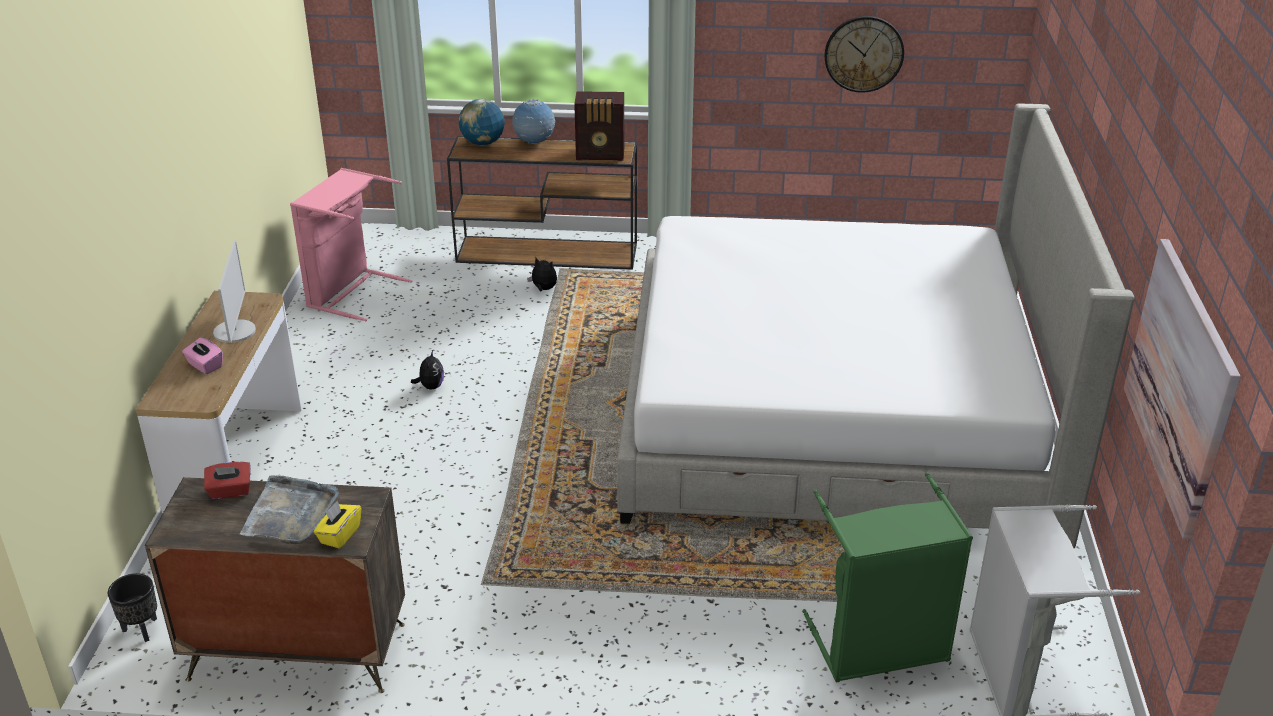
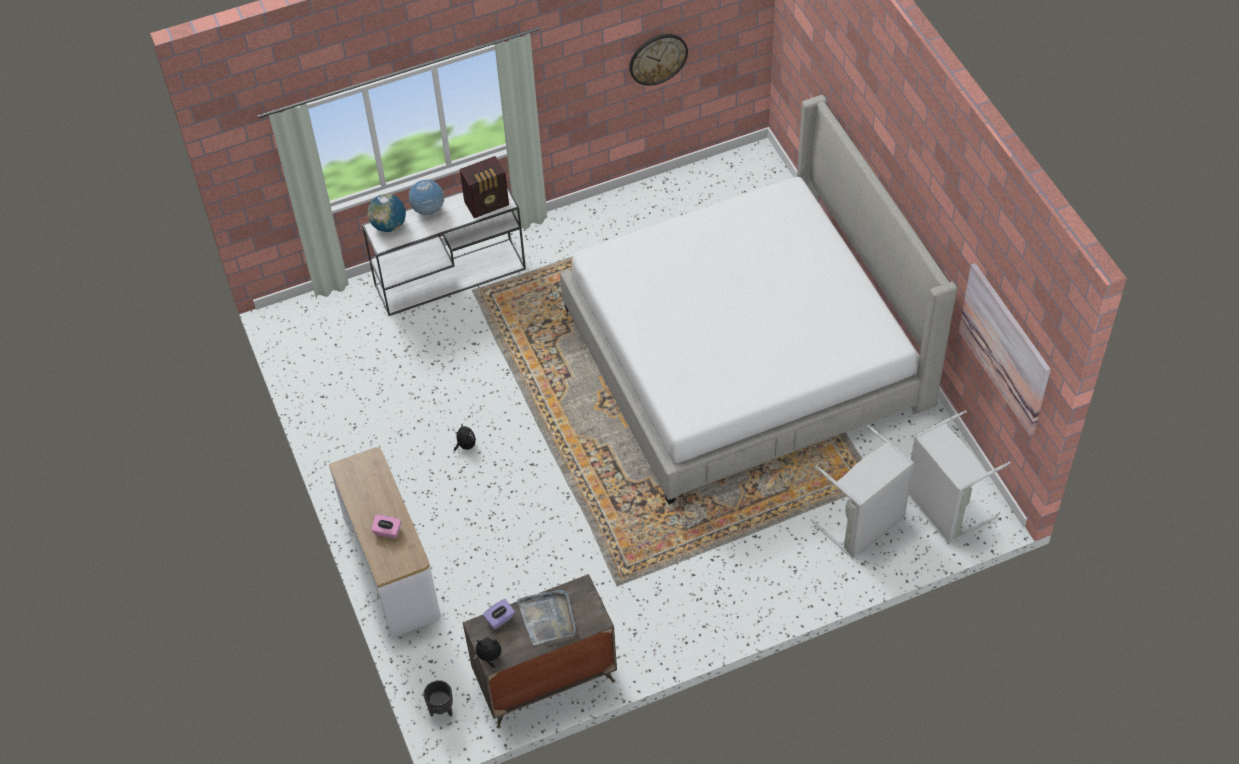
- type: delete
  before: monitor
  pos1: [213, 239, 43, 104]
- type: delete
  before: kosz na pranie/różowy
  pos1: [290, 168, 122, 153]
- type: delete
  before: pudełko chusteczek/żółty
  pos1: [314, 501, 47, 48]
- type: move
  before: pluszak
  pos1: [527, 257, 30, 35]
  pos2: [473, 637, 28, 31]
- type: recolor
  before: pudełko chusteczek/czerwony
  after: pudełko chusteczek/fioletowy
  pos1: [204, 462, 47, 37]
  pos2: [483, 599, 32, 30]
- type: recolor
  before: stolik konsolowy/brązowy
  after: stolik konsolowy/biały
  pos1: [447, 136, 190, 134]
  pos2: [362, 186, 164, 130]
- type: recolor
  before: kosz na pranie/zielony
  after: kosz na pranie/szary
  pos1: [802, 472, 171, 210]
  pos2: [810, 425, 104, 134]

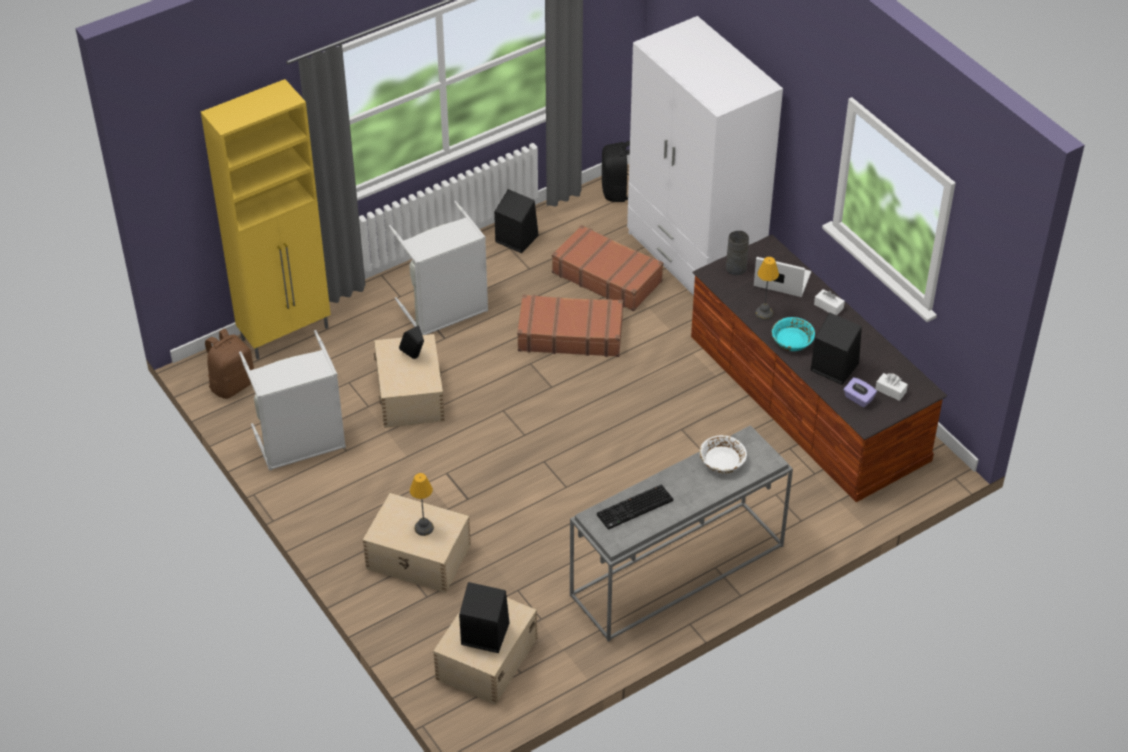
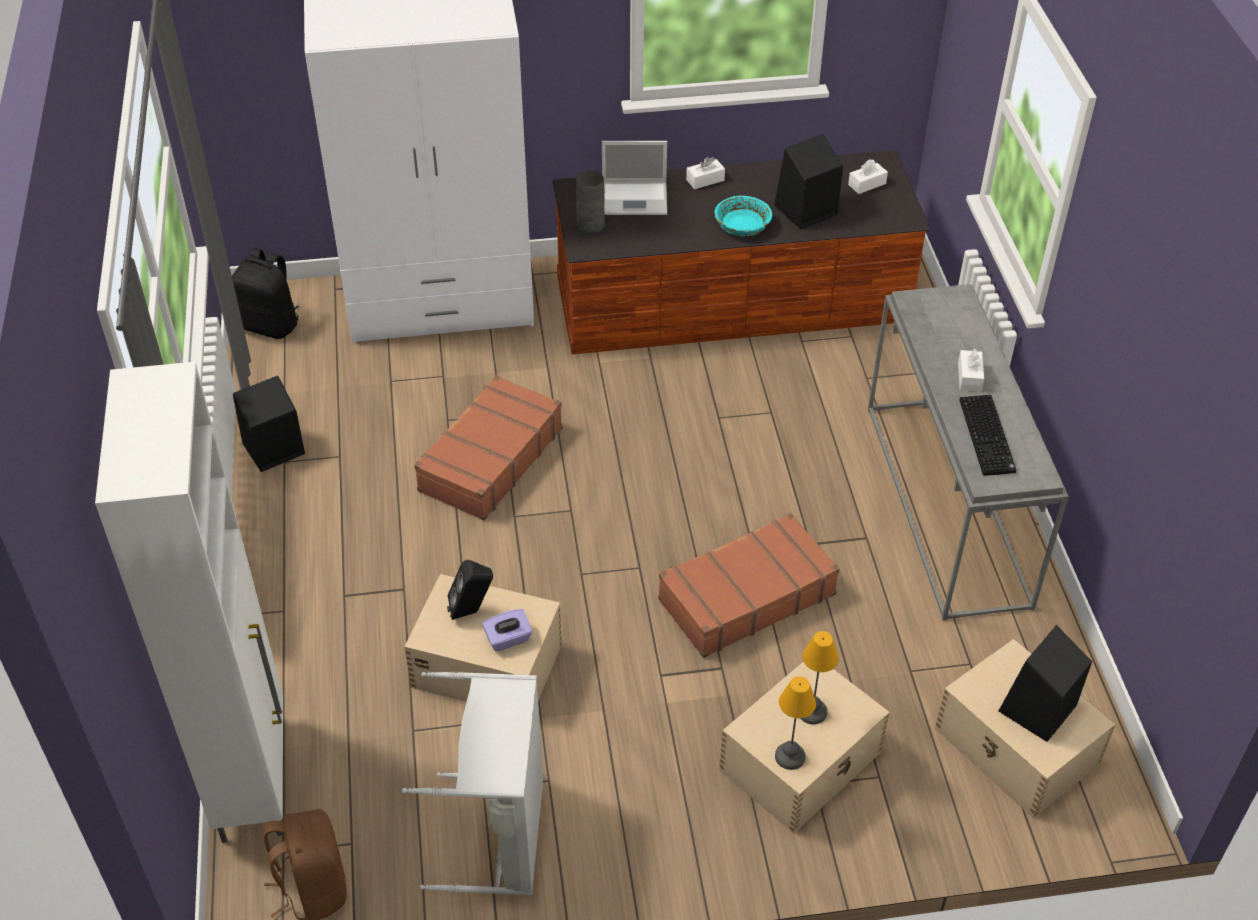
- type: delete
  before: kosz na pranie/szary
  pos1: [389, 201, 99, 134]
- type: delete
  before: miska/biały
  pos1: [699, 435, 48, 38]
- type: insert
  after: pudełko chusteczek/biały
  pos2: [958, 349, 26, 42]
- type: move
  before: walizka/brązowy
  pos1: [552, 225, 112, 86]
  pos2: [658, 513, 182, 145]
- type: move
  before: lampa stołowa
  pos1: [755, 257, 24, 63]
  pos2: [775, 676, 41, 94]
- type: move
  before: pudełko chusteczek/fioletowy
  pos1: [844, 377, 33, 31]
  pos2: [482, 609, 50, 43]
- type: recolor
  before: szafka/żółty
  after: szafka/biały
  pos1: [201, 79, 130, 281]
  pos2: [95, 362, 188, 481]
- type: rotate
  before: laptop
  pos1: [754, 257, 57, 40]
  pos2: [602, 141, 65, 74]
  turn: -135

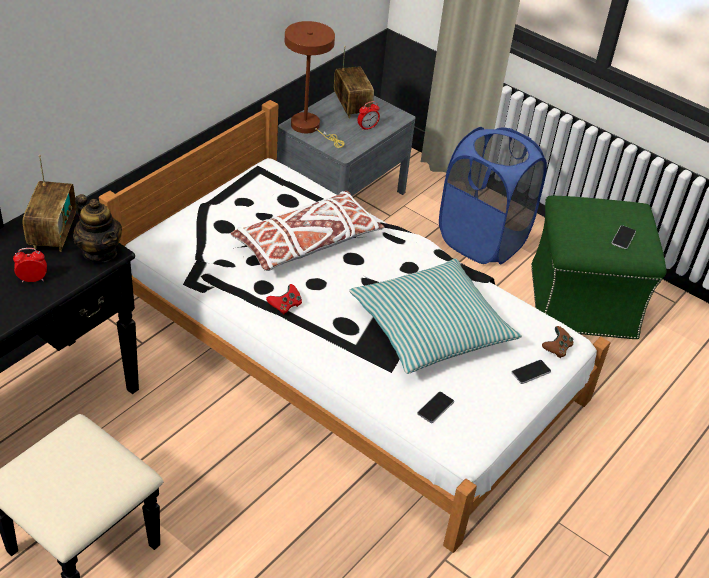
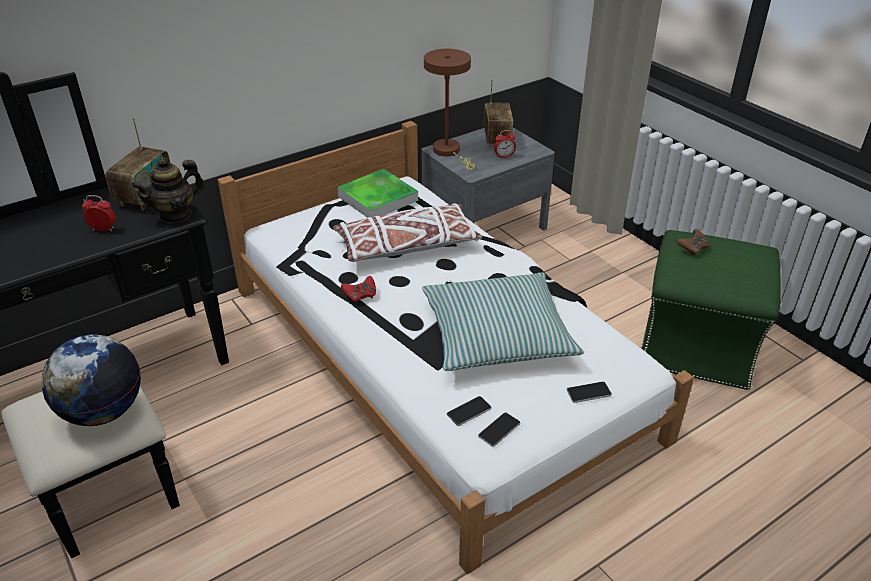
- type: delete
  before: kosz na pranie/niebieski
  pos1: [439, 127, 108, 137]
- type: insert
  after: globus
  pos2: [41, 334, 100, 92]
- type: insert
  after: taca
  pos2: [337, 169, 81, 49]
- type: move
  before: pad do gier/brązowy
  pos1: [542, 326, 31, 32]
  pos2: [676, 229, 33, 27]
- type: move
  before: telefon
  pos1: [612, 225, 24, 24]
  pos2: [478, 412, 42, 35]
- type: rotate
  before: imbryk
  pos1: [73, 194, 49, 68]
  pos2: [131, 157, 74, 67]
  turn: 75

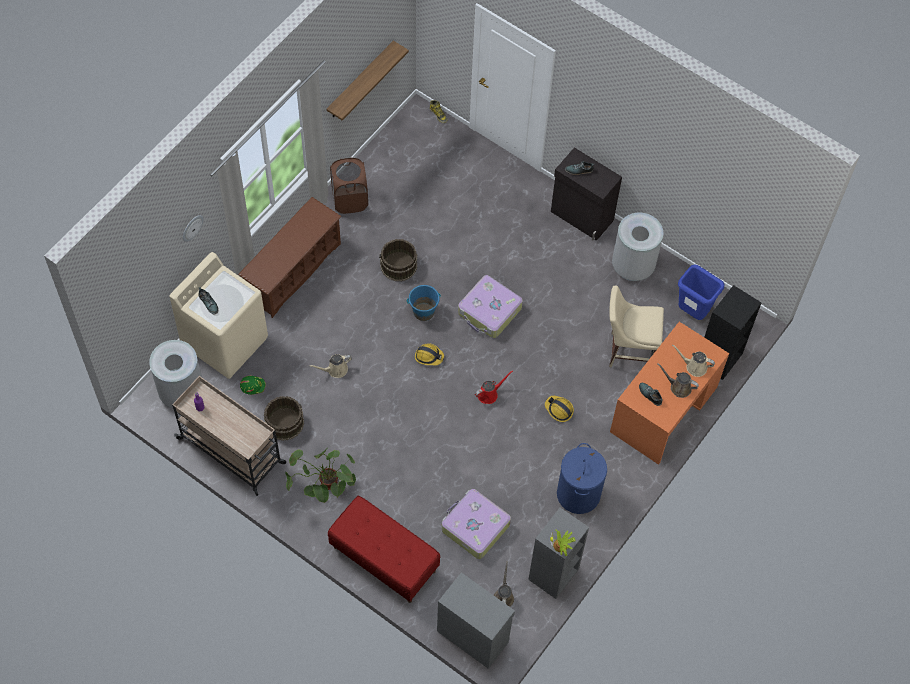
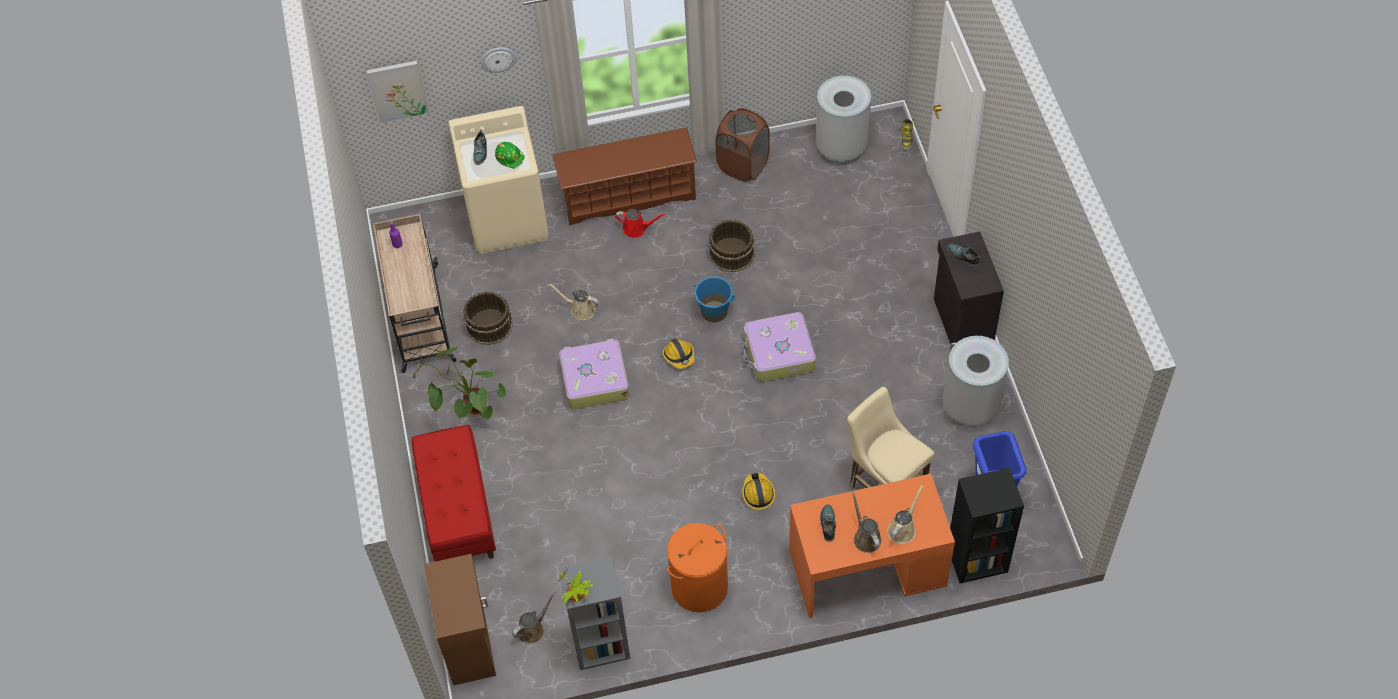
- type: delete
  before: półka
  pos1: [327, 41, 82, 80]
- type: insert
  after: obraz
  pos2: [367, 61, 62, 62]
- type: move
  before: kosz na śmieci/szary
  pos1: [149, 340, 53, 68]
  pos2: [816, 75, 55, 88]
- type: move
  before: kask/zielony
  pos1: [240, 376, 26, 19]
  pos2: [495, 142, 30, 27]
- type: move
  before: walizka
  pos1: [442, 489, 69, 70]
  pos2: [559, 339, 70, 70]
- type: move
  before: konewka/czerwony
  pos1: [475, 370, 38, 34]
  pos2: [615, 209, 51, 29]
- type: recolor
  before: szafka/szary
  after: szafka/brązowy
  pos1: [437, 572, 78, 97]
  pos2: [424, 554, 72, 131]
- type: recolor
  before: kosz na pranie/niebieski
  after: kosz na pranie/pomarańczowy
  pos1: [557, 443, 50, 71]
  pos2: [667, 523, 61, 89]
- type: rotate
  before: konewka/beżowy
  pos1: [672, 345, 43, 32]
  pos2: [887, 485, 37, 59]
  turn: 60

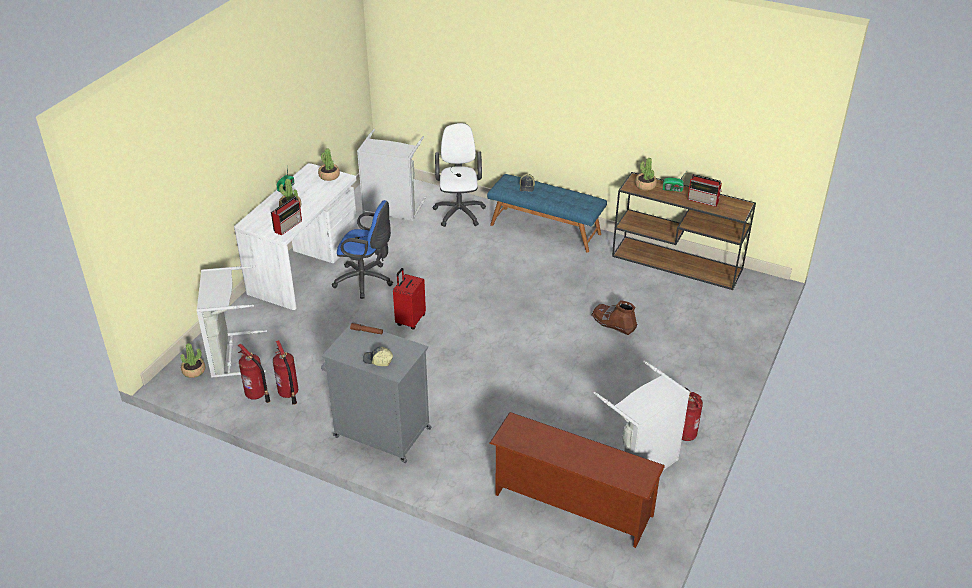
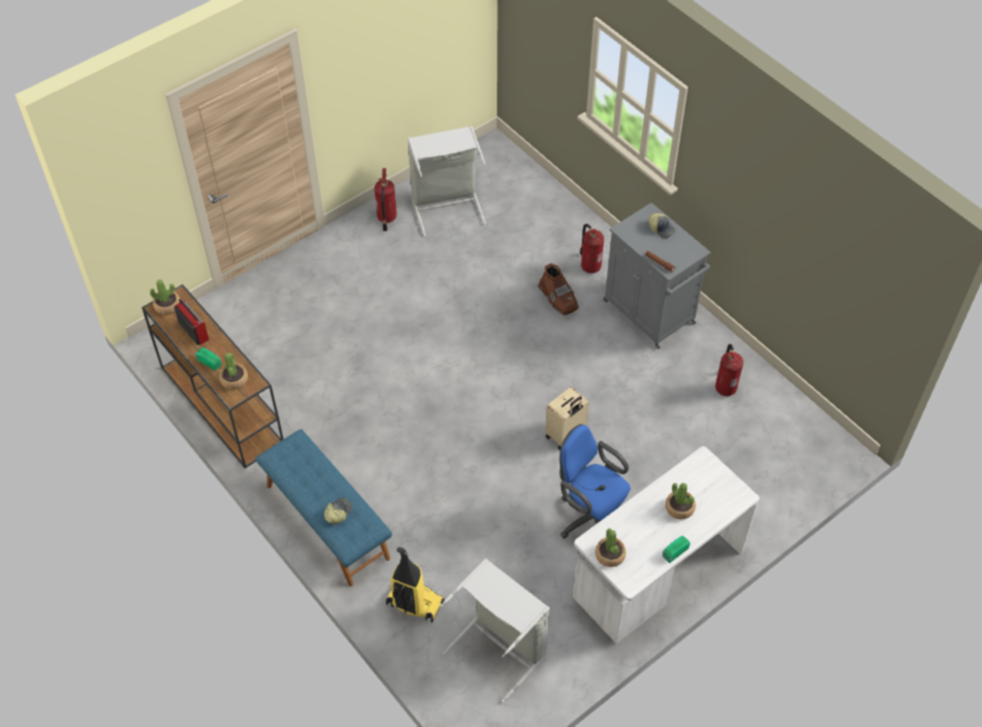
- type: delete
  before: kosz na pranie/szary
  pos1: [196, 266, 71, 112]
- type: delete
  before: radio
  pos1: [271, 196, 31, 39]
- type: delete
  before: regał na buty/brązowy
  pos1: [489, 412, 176, 136]
- type: move
  before: roślina doniczkowa
  pos1: [181, 343, 24, 35]
  pos2: [150, 279, 30, 36]
- type: move
  before: gaśnica
  pos1: [238, 343, 32, 60]
  pos2: [580, 224, 24, 49]
- type: move
  before: but z cholewką/brązowy
  pos1: [591, 300, 46, 35]
  pos2: [538, 263, 41, 52]
- type: replace
  before: krzesło biurowe/biały
  after: odkurzacz
  pos1: [433, 123, 53, 104]
  pos2: [386, 547, 58, 76]
- type: recolor
  before: walizka/czerwony
  after: walizka/beżowy
  pos1: [393, 268, 33, 62]
  pos2: [545, 387, 44, 63]

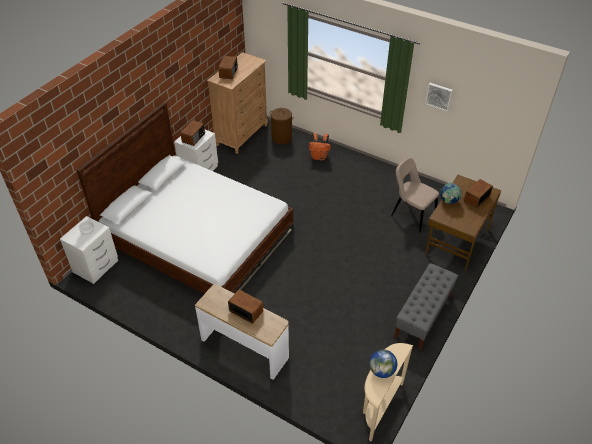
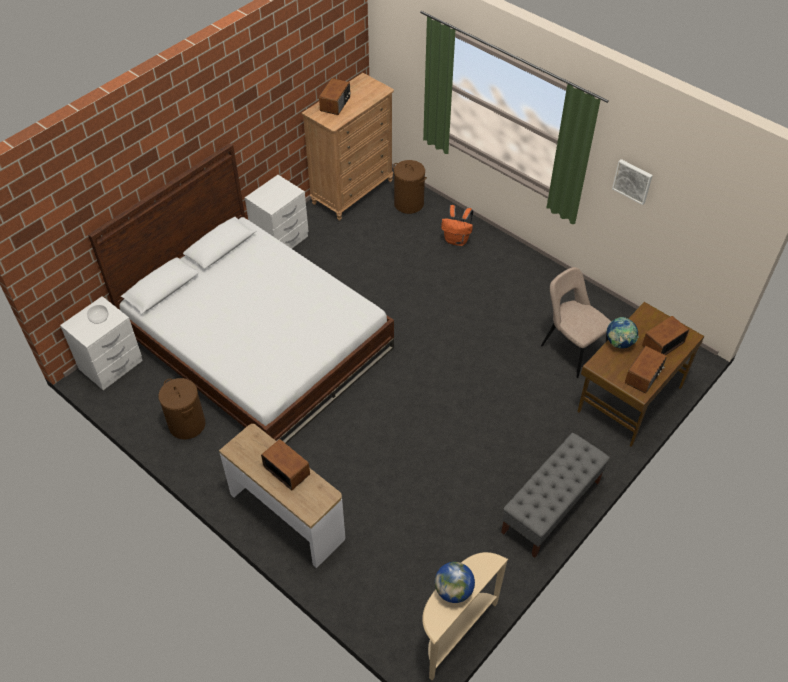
- type: insert
  after: kosz na pranie/brązowy
  pos2: [158, 378, 47, 61]
- type: move
  before: radio
  pos1: [180, 120, 25, 26]
  pos2: [625, 346, 42, 48]

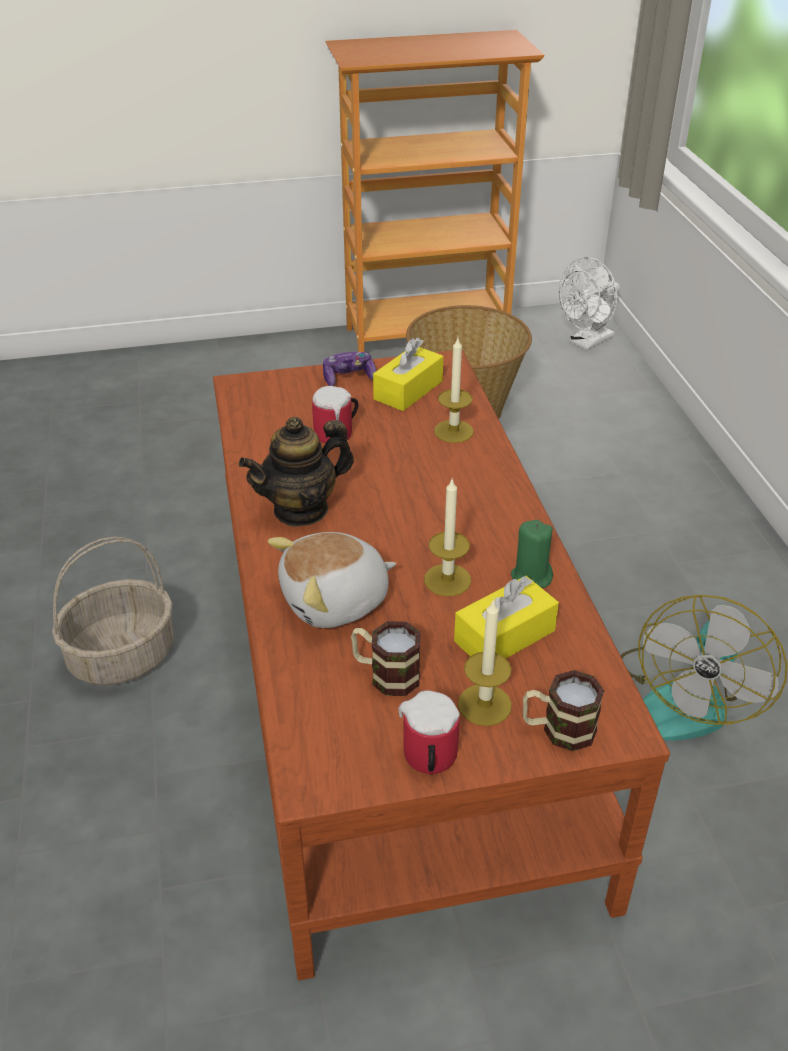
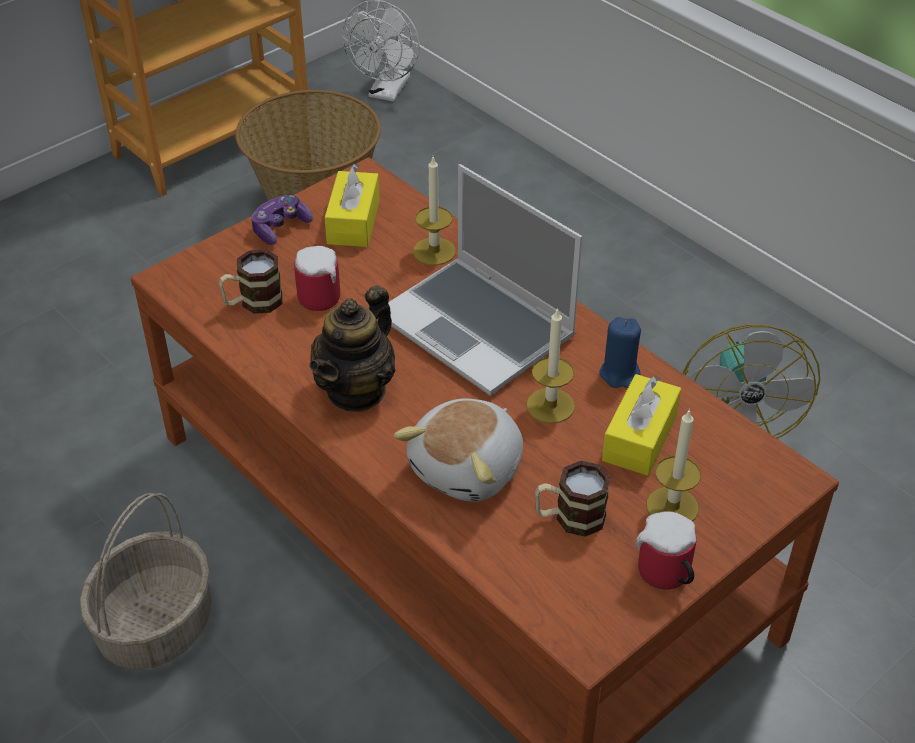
- type: insert
  after: laptop
  pos2: [388, 164, 194, 232]
- type: move
  before: kubek
  pos1: [523, 670, 81, 81]
  pos2: [219, 249, 64, 65]
- type: recolor
  before: świeca/zielony
  after: świeca/niebieski
  pos1: [511, 520, 42, 68]
  pos2: [599, 317, 42, 71]

